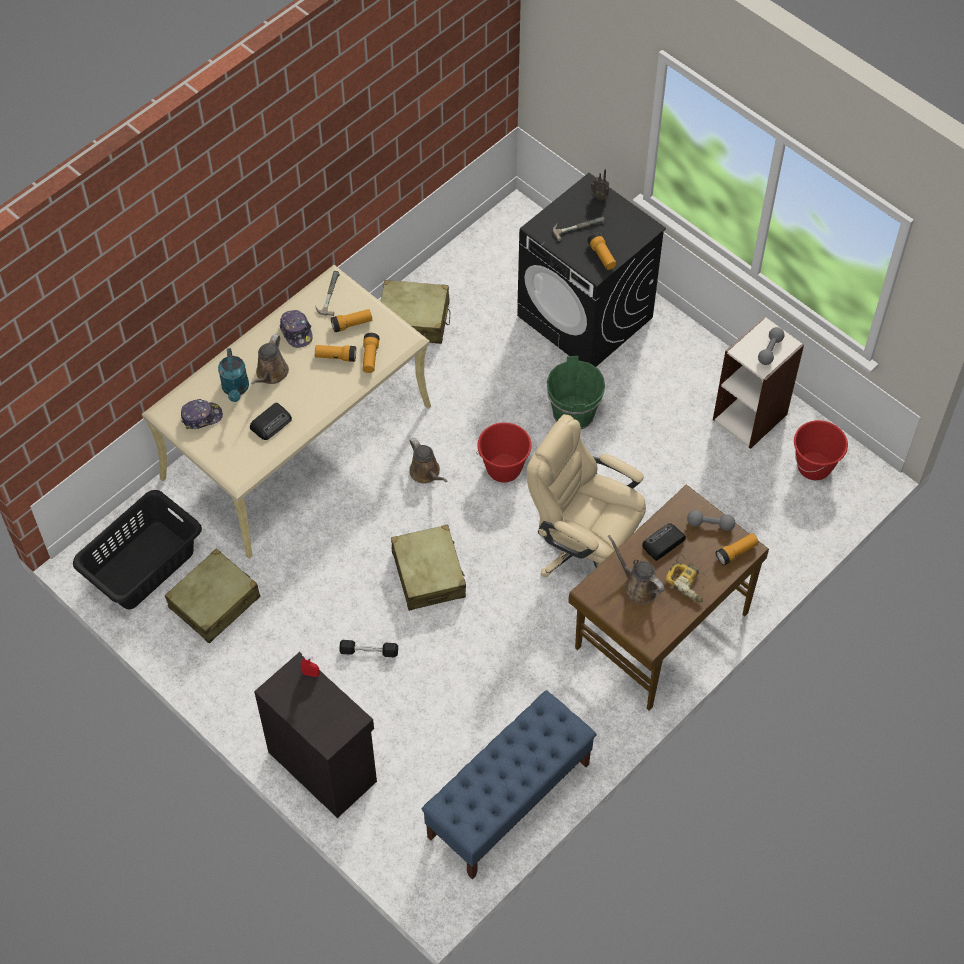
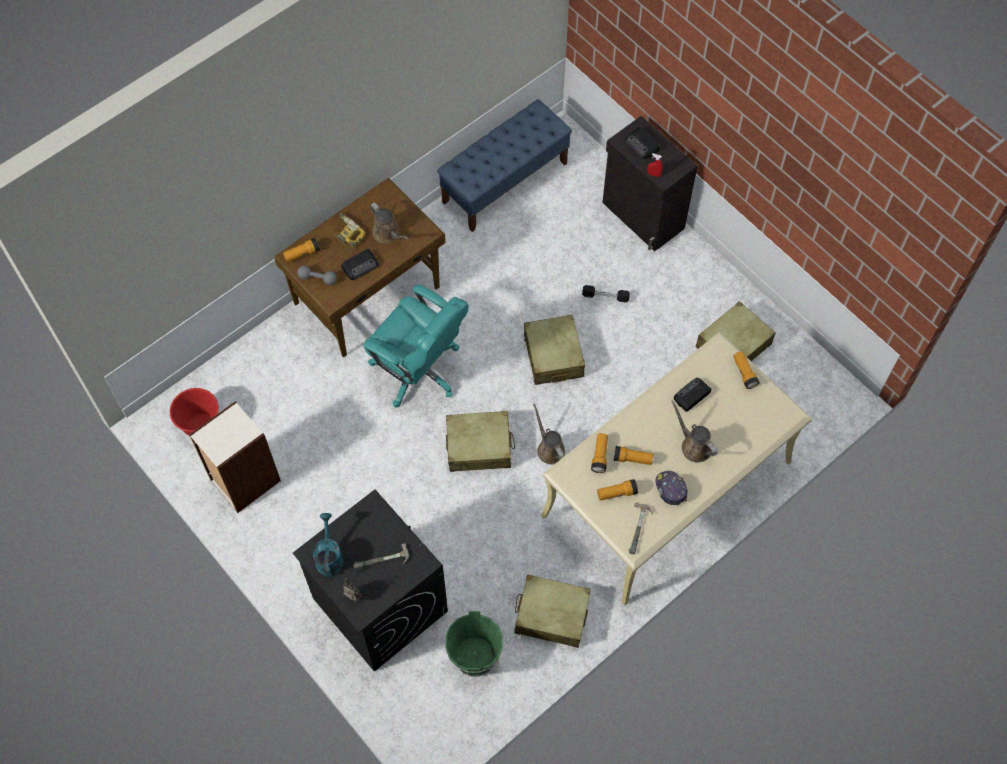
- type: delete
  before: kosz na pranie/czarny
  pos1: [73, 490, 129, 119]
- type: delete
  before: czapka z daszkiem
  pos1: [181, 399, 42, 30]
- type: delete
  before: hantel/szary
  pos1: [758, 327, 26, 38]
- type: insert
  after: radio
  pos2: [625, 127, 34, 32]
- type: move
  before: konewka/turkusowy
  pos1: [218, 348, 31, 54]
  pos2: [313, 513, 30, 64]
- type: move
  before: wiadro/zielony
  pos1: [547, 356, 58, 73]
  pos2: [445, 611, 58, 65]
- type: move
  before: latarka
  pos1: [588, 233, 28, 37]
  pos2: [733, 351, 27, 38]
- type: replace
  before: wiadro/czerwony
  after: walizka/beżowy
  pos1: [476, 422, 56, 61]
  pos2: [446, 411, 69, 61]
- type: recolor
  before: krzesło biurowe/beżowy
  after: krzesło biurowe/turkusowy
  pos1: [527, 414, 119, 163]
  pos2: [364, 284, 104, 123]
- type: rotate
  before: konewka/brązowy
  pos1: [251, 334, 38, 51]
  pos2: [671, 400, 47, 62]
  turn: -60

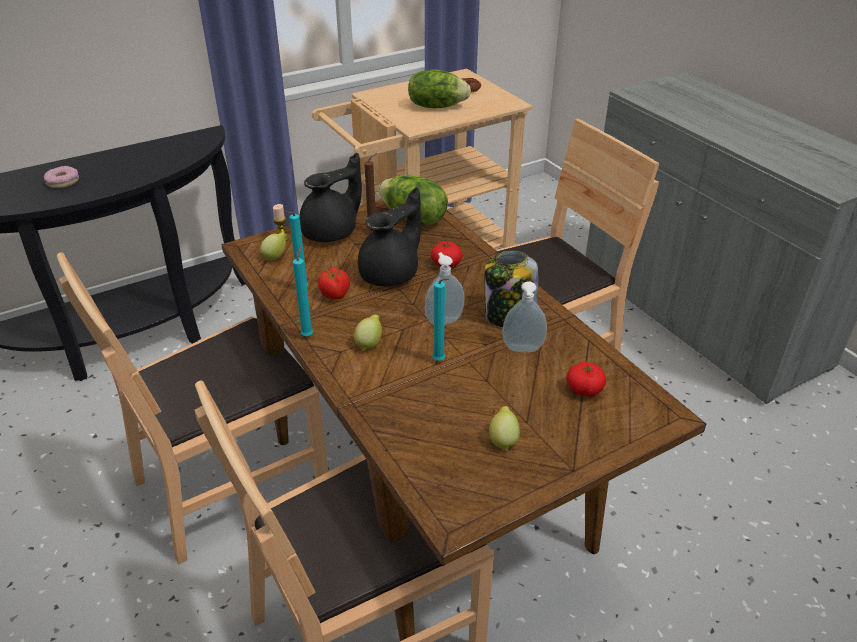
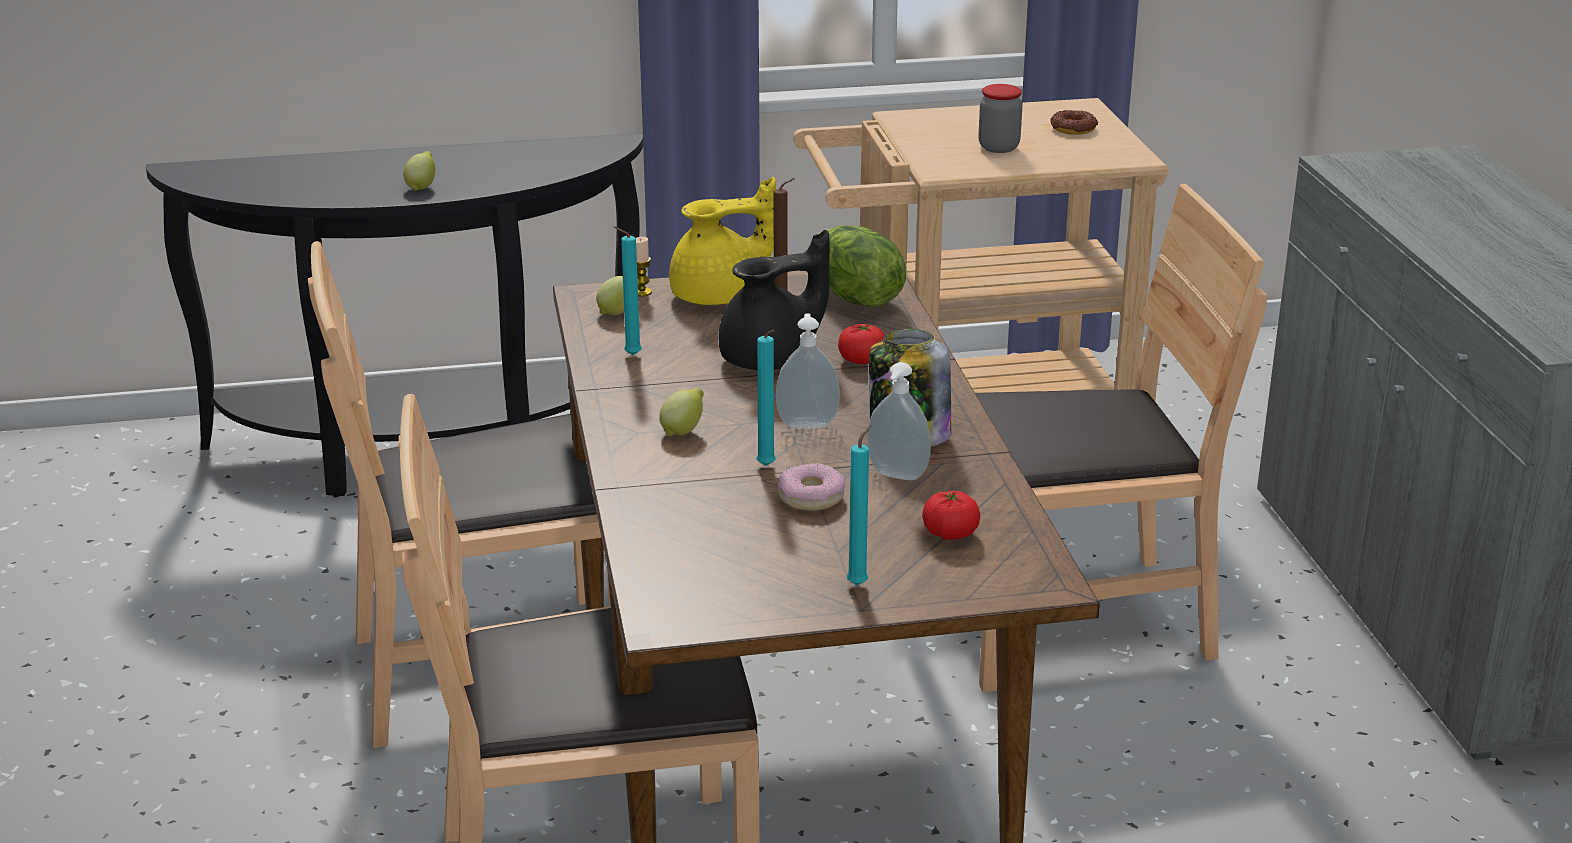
- type: delete
  before: pomidor
  pos1: [318, 267, 32, 33]
- type: move
  before: donut
  pos1: [44, 166, 35, 22]
  pos2: [778, 463, 67, 48]
- type: move
  before: świeca/turkusowy
  pos1: [293, 246, 20, 90]
  pos2: [847, 425, 24, 160]
- type: move
  before: cytryna
  pos1: [489, 406, 31, 45]
  pos2: [403, 151, 32, 40]
- type: replace
  before: sałata
  after: słoik
  pos1: [408, 69, 63, 39]
  pos2: [978, 84, 45, 69]
- type: recolor
  before: imbryk/czarny
  after: imbryk/żółty
  pos1: [299, 153, 63, 89]
  pos2: [669, 177, 107, 128]

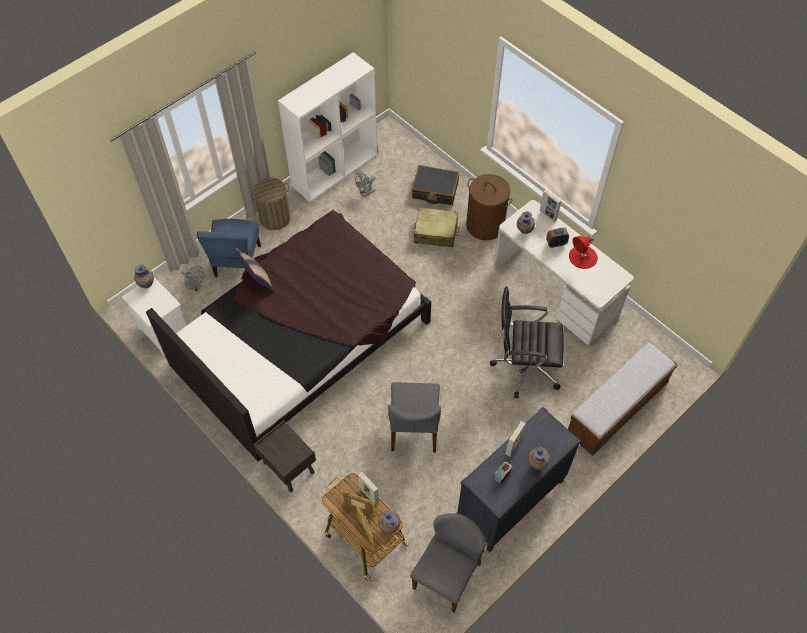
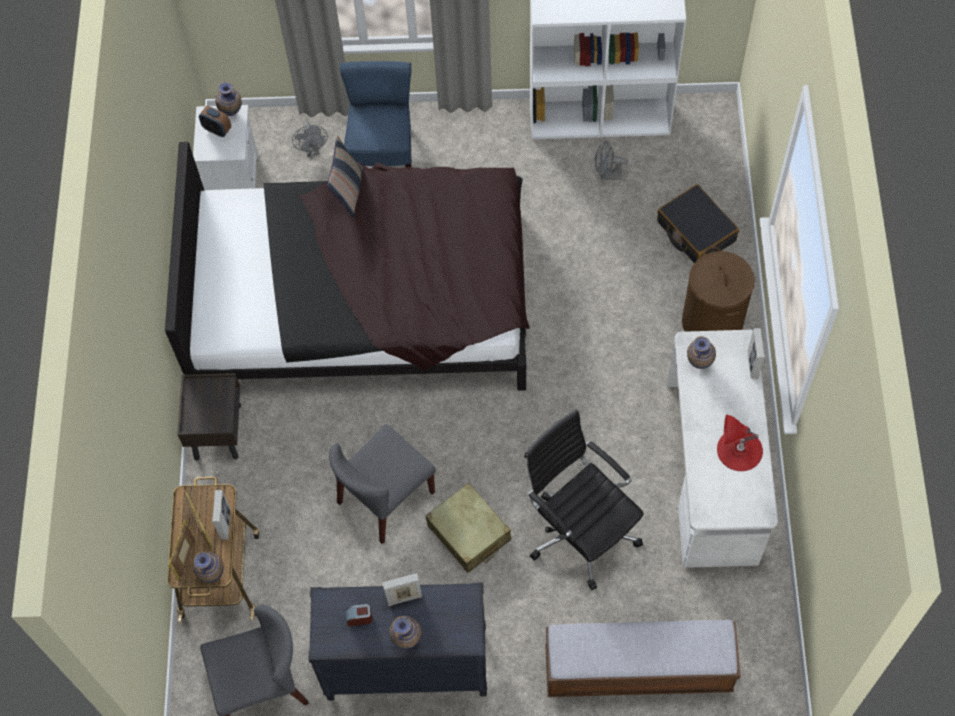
- type: delete
  before: kosz na pranie
  pos1: [251, 178, 39, 52]
- type: move
  before: walizka/beżowy
  pos1: [414, 208, 45, 39]
  pos2: [425, 483, 86, 90]
- type: move
  before: budzik
  pos1: [546, 228, 23, 20]
  pos2: [199, 106, 32, 31]
- type: rotate
  before: krzesło/niebieski
  pos1: [197, 219, 64, 58]
  pos2: [340, 61, 72, 106]
  turn: 135

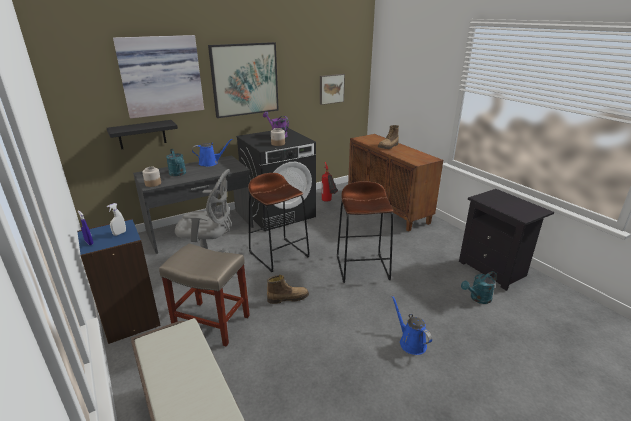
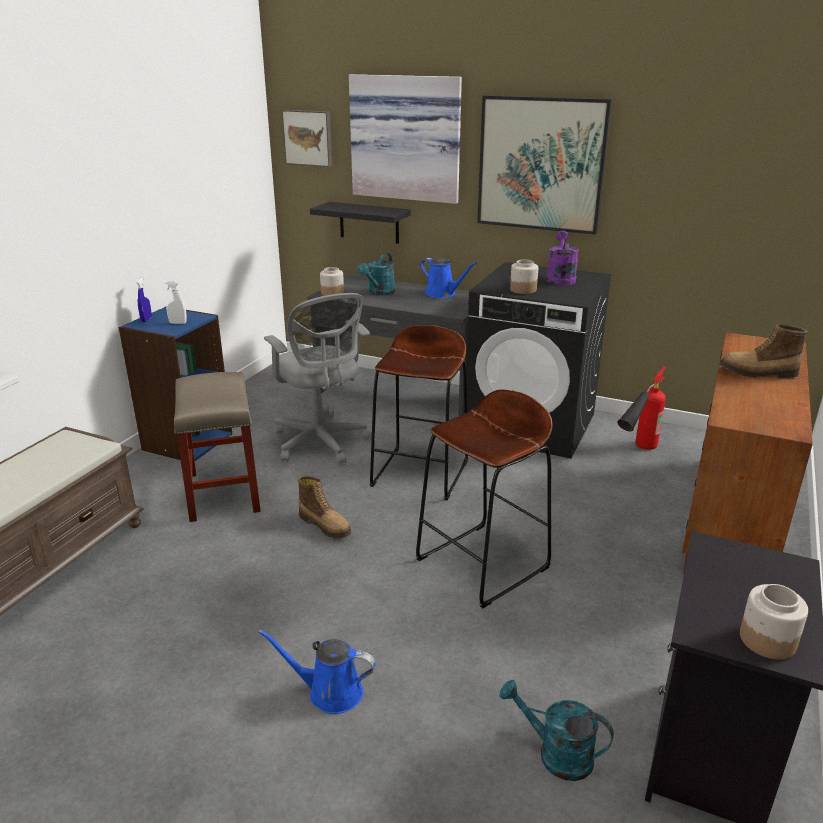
- type: insert
  after: słoik
  pos2: [740, 584, 68, 76]
- type: move
  before: obraz
  pos1: [320, 74, 25, 31]
  pos2: [282, 110, 50, 57]
- type: rotate
  before: konewka/niebieski
  pos1: [391, 295, 41, 60]
  pos2: [258, 629, 118, 85]
  turn: -105

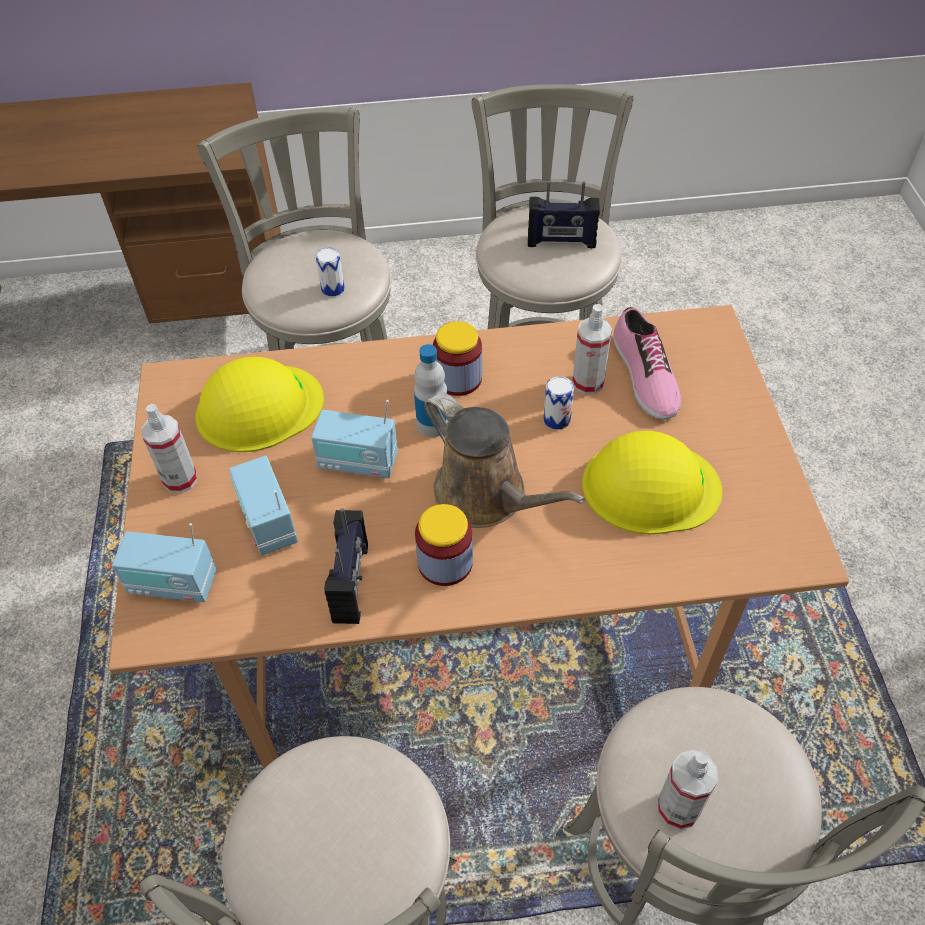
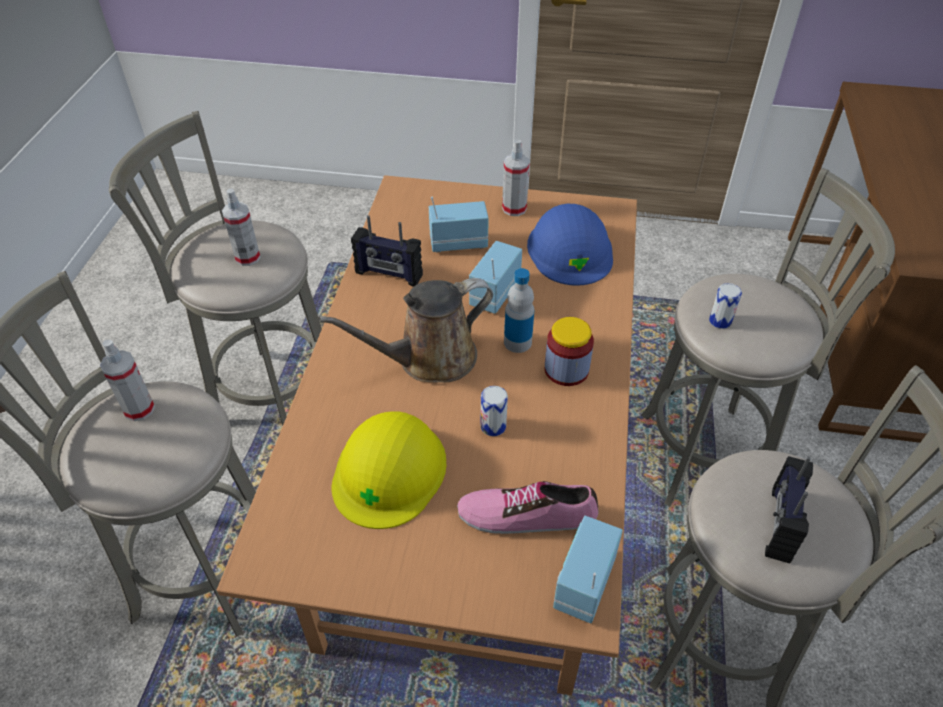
- type: delete
  before: słoik
  pos1: [415, 504, 58, 82]
- type: move
  before: radio
  pos1: [112, 523, 104, 79]
  pos2: [553, 516, 70, 107]
- type: move
  before: spryskiwacz
  pos1: [572, 304, 40, 90]
  pos2: [222, 188, 39, 78]
- type: recolor
  before: kask/żółty
  after: kask/niebieski
  pos1: [195, 357, 129, 95]
  pos2: [527, 204, 86, 82]

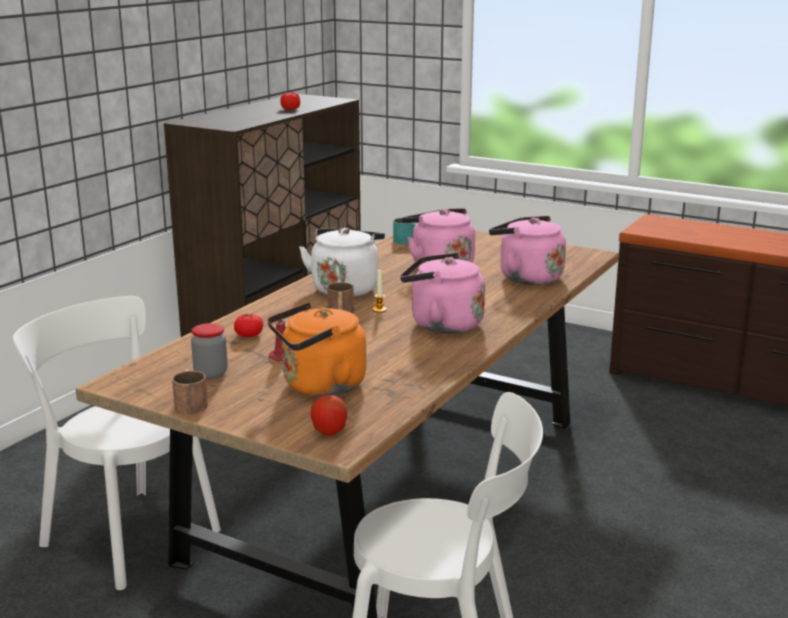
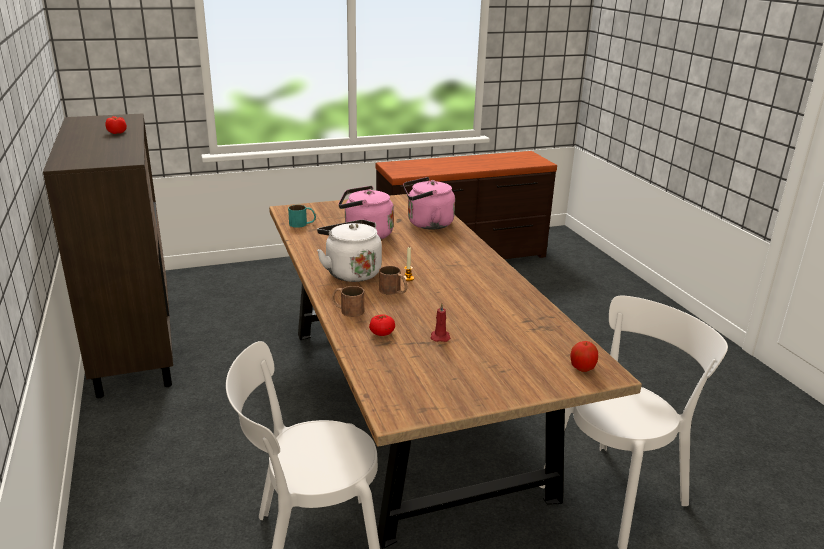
- type: delete
  before: słoik
  pos1: [191, 323, 37, 56]
- type: delete
  before: czajnik/pomarańczowy
  pos1: [267, 302, 99, 94]
- type: delete
  before: czajnik/różowy
  pos1: [400, 253, 85, 81]
- type: move
  before: kubek/brązowy
  pos1: [172, 369, 36, 46]
  pos2: [332, 286, 32, 31]

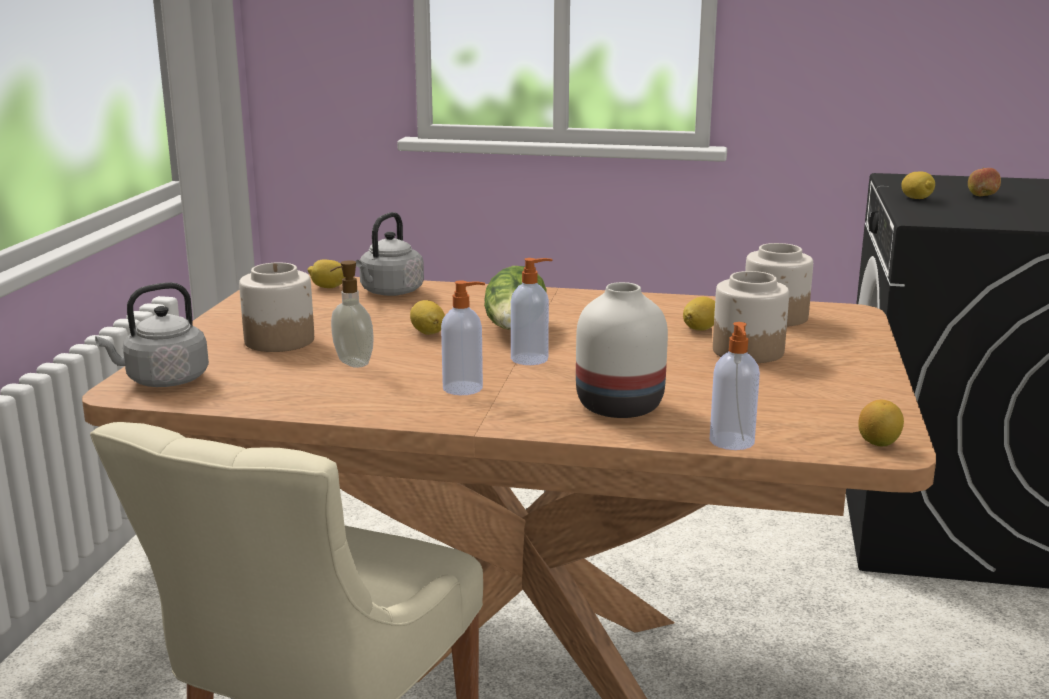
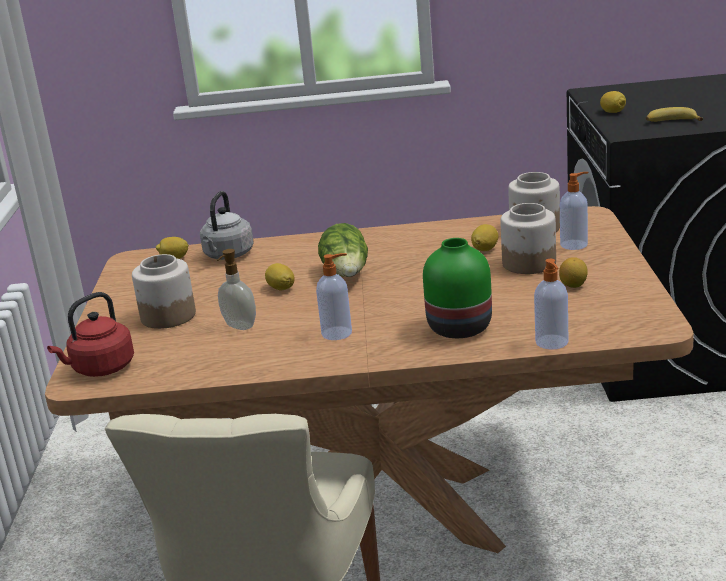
- type: delete
  before: jabłko
  pos1: [968, 168, 33, 28]
- type: insert
  after: banan
  pos2: [646, 107, 57, 15]
- type: move
  before: dozownik mydła
  pos1: [511, 258, 42, 107]
  pos2: [560, 172, 28, 78]
- type: move
  before: cytryna
  pos1: [858, 400, 46, 47]
  pos2: [559, 257, 29, 31]
- type: recolor
  before: czajnik/szary
  after: czajnik/czerwony
  pos1: [95, 282, 114, 105]
  pos2: [47, 292, 87, 85]
- type: recolor
  before: wazon/biały
  after: wazon/zielony
  pos1: [576, 282, 92, 136]
  pos2: [423, 238, 69, 100]

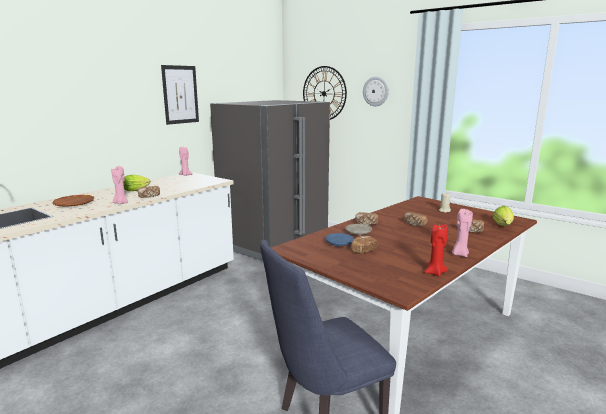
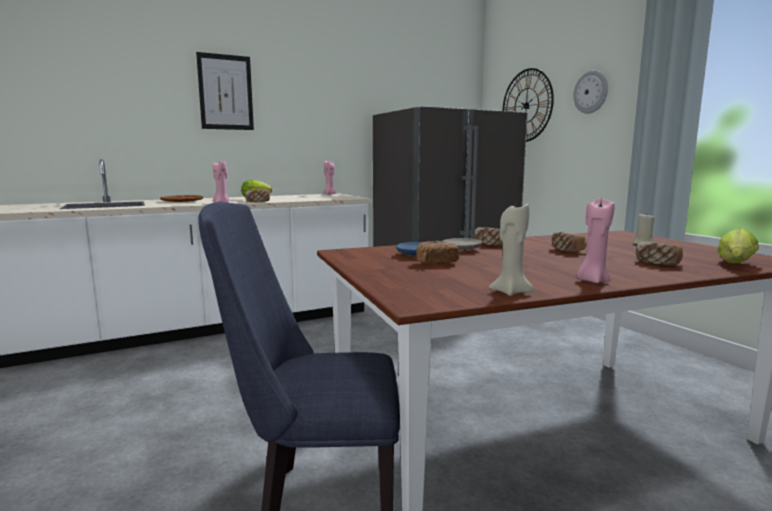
- type: move
  before: obraz
  pos1: [161, 65, 38, 60]
  pos2: [196, 52, 58, 78]
- type: recolor
  before: świeca/czerwony
  after: świeca/beżowy
  pos1: [424, 224, 24, 52]
  pos2: [489, 204, 45, 92]

